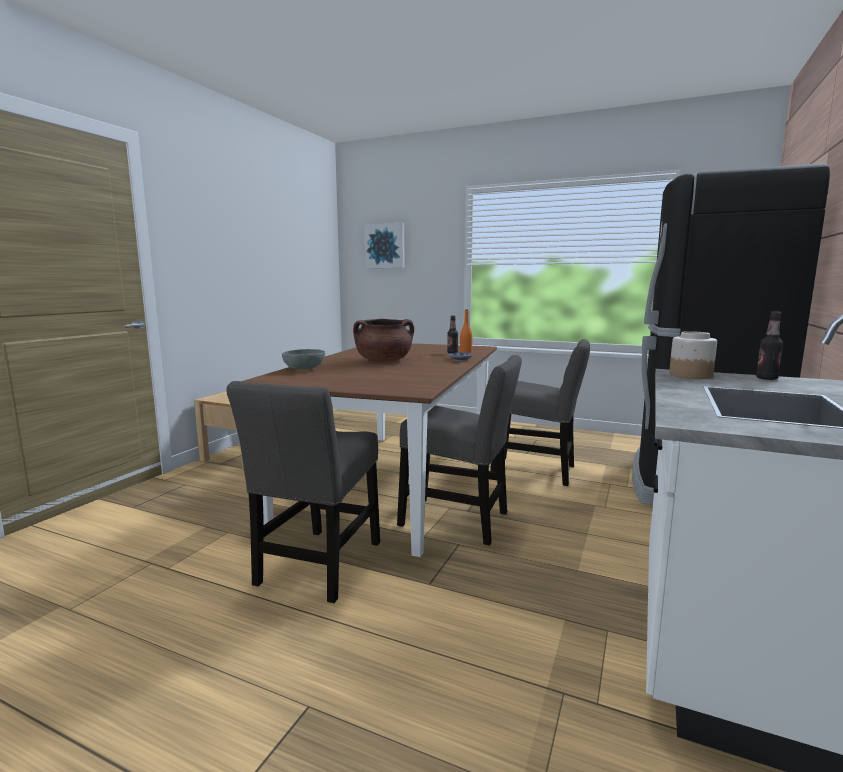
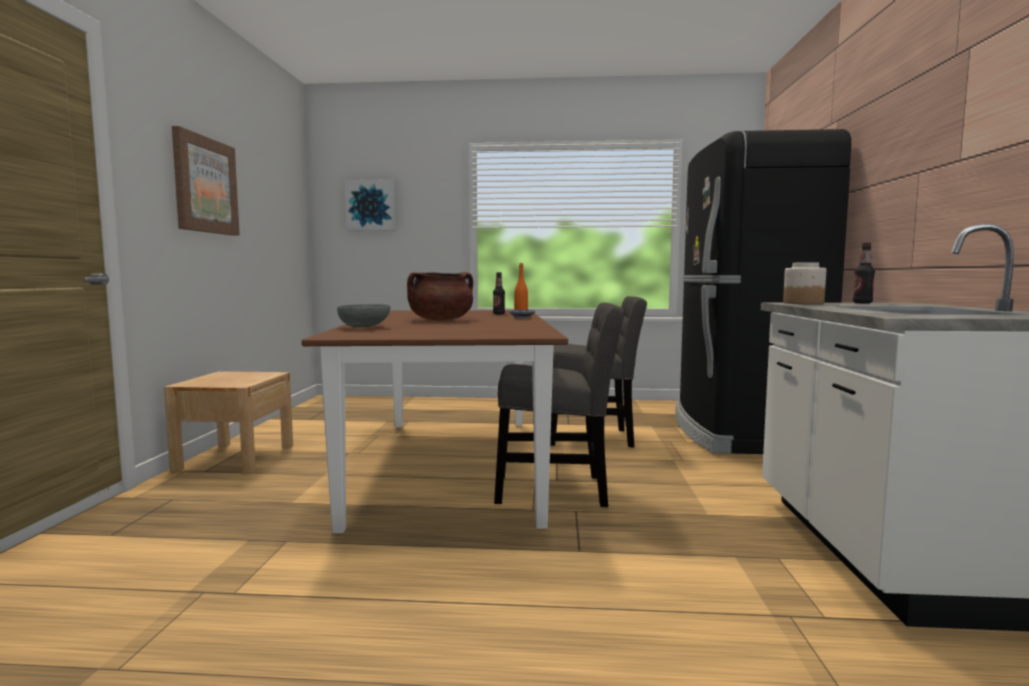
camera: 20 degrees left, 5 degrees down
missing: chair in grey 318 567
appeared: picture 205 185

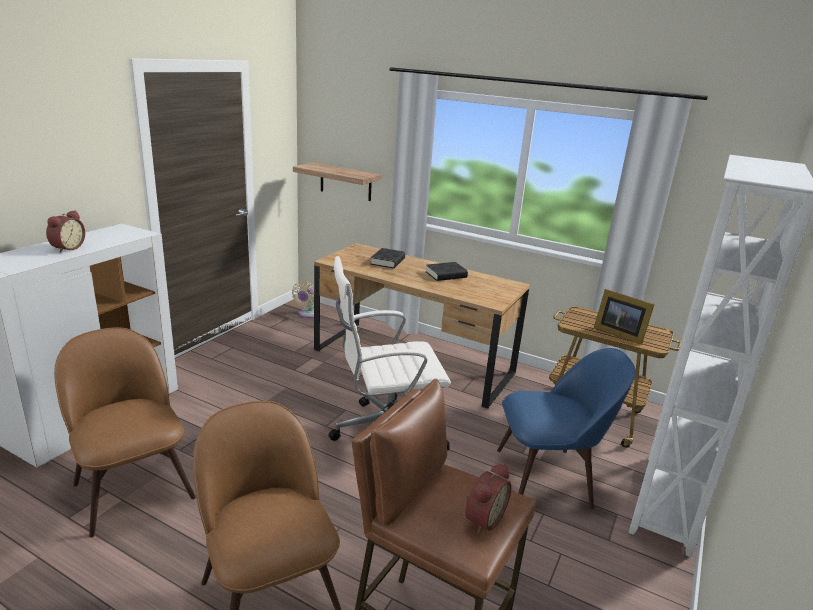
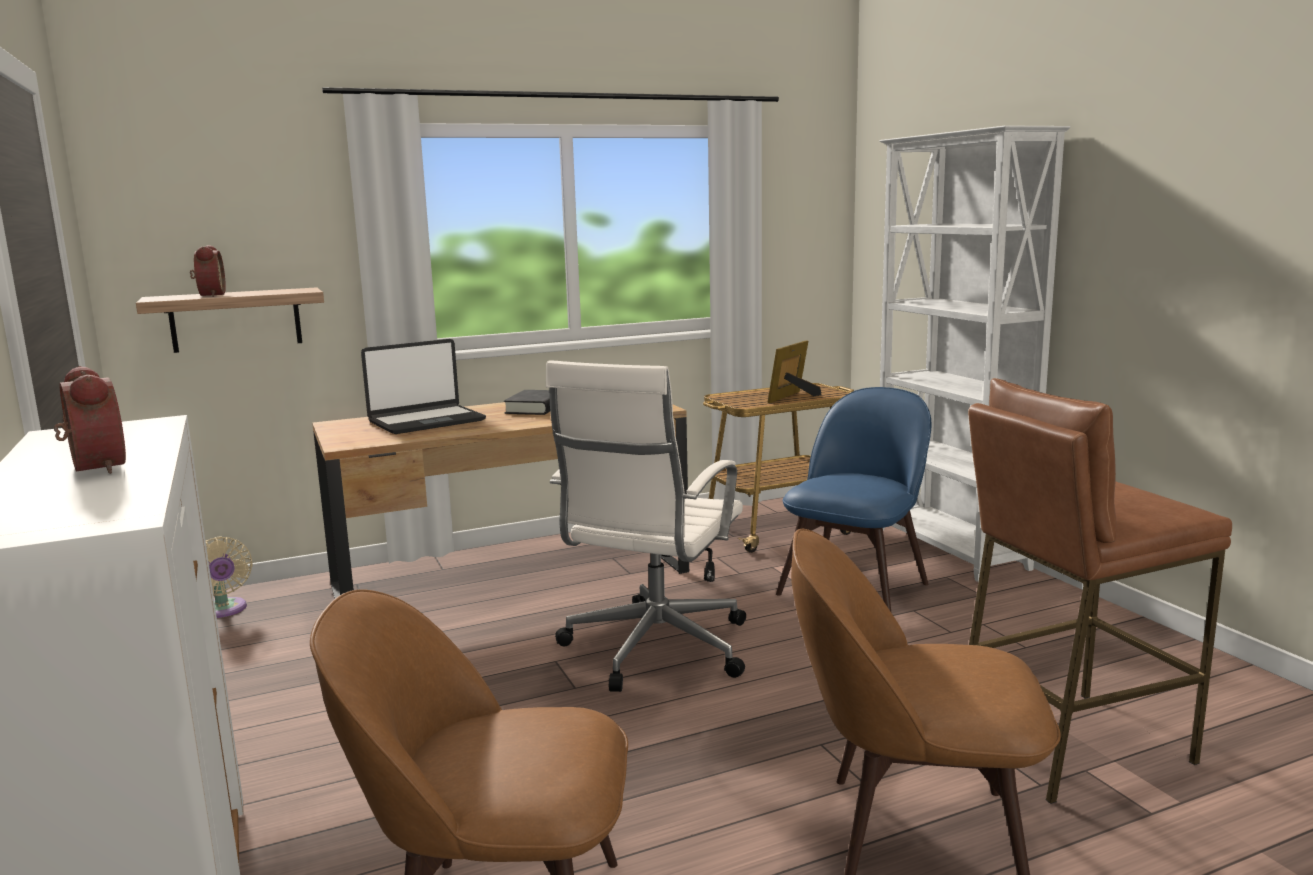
camera: 50 degrees left, 10 degrees down
relocated: alarm clock 482 518 to 209 295
exchanged: book in black 388 261 to laptop 426 421
spun: picture frame 618 333 = 792 397 135 degrees clockwise

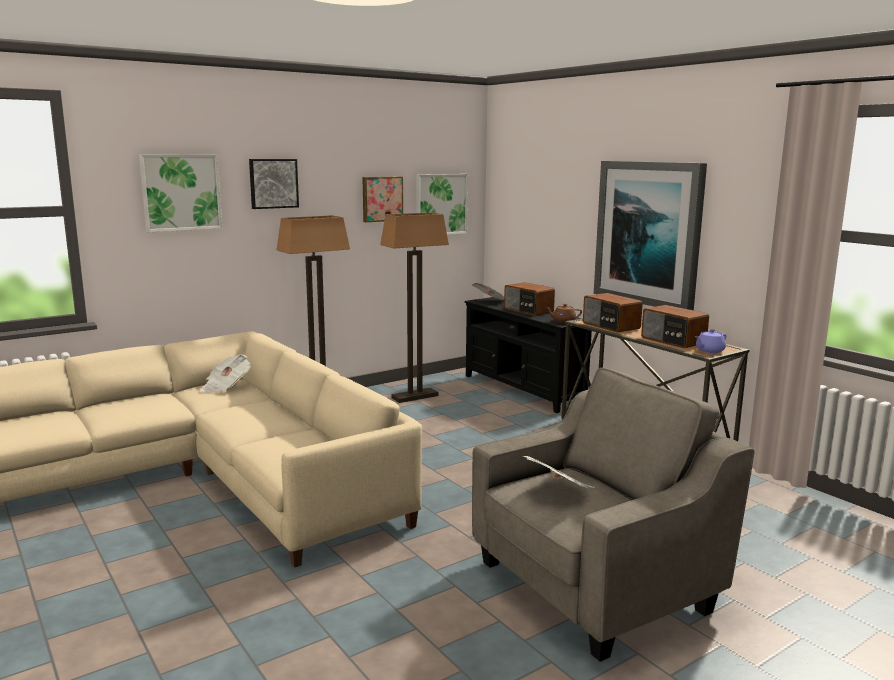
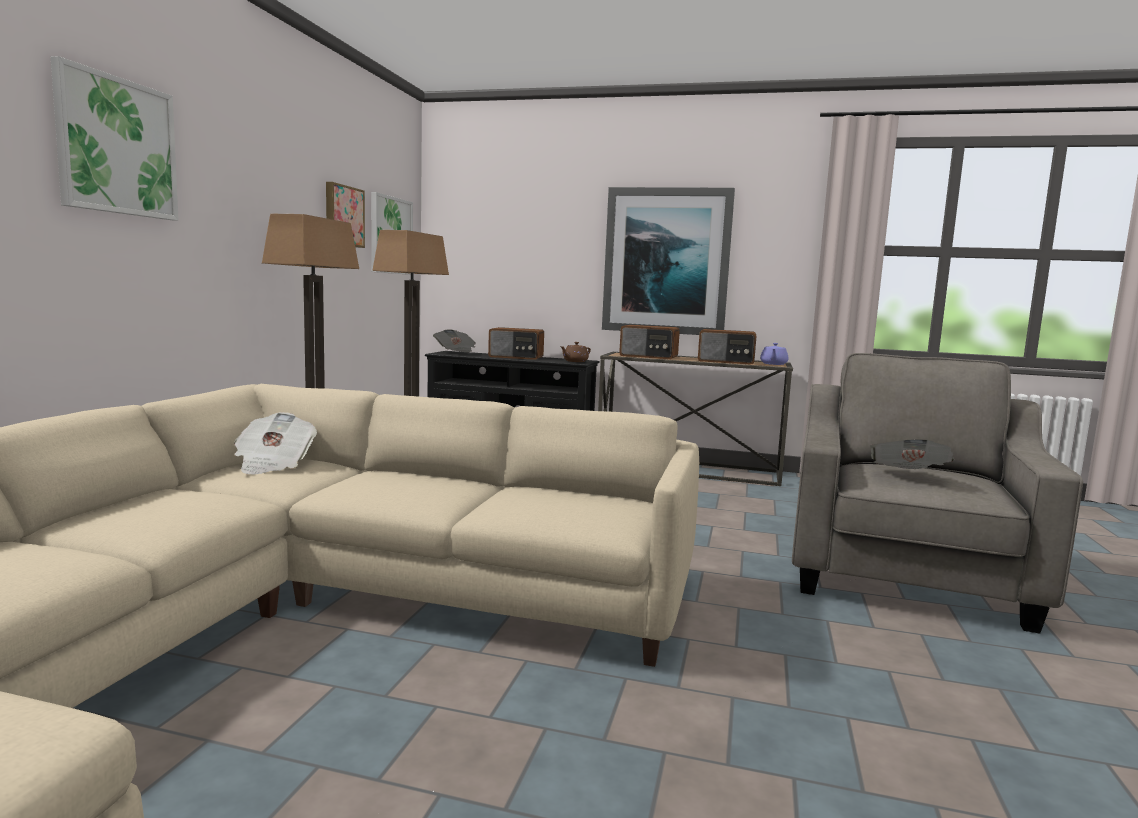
camera: 40 degrees left, 5 degrees down
missing: picture 273 183

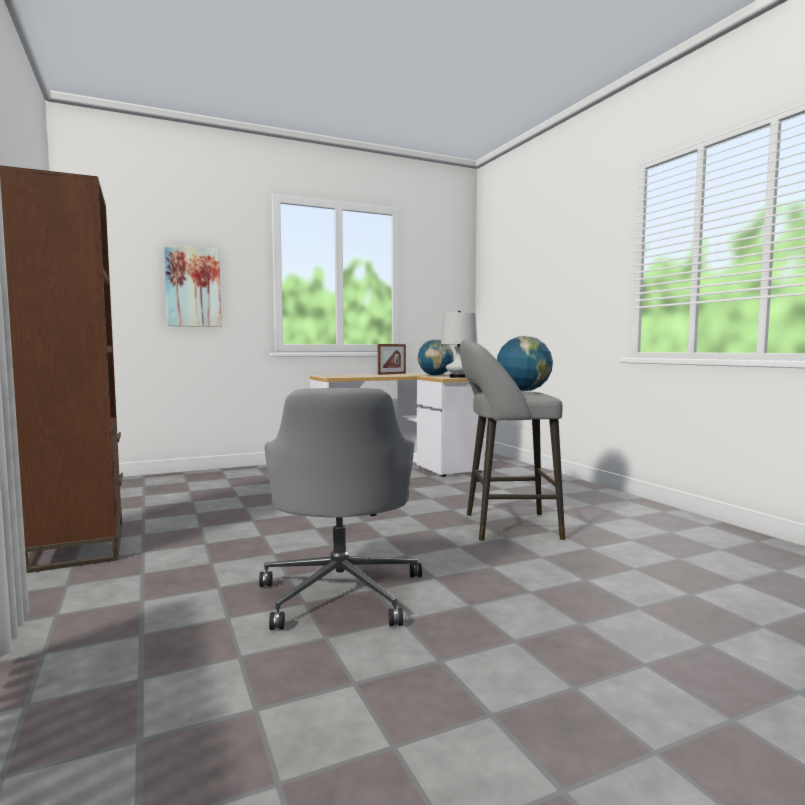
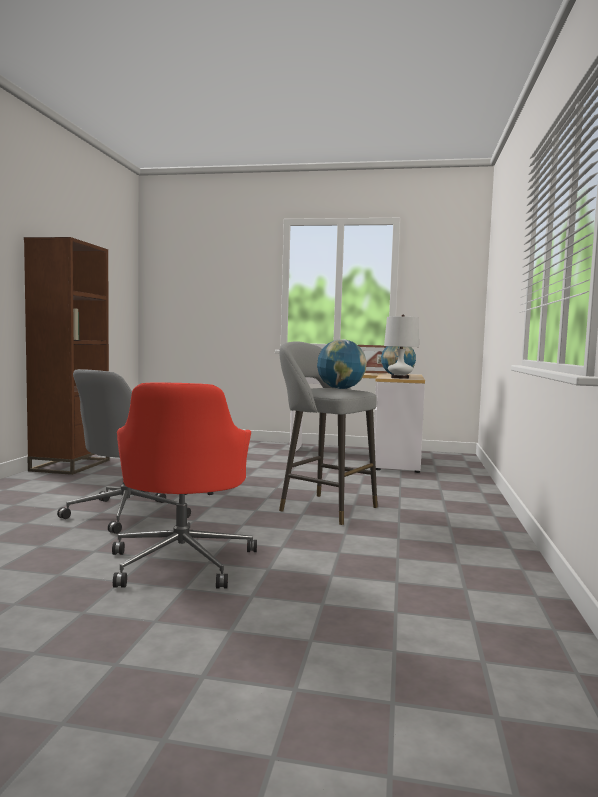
camera: 35 degrees right, 0 degrees up
missing: picture 193 287
appeared: office chair in red 183 561

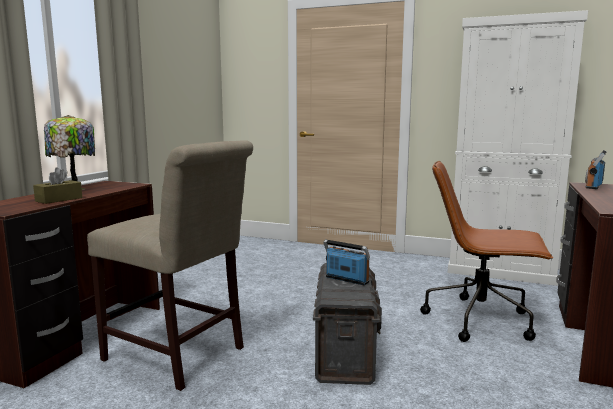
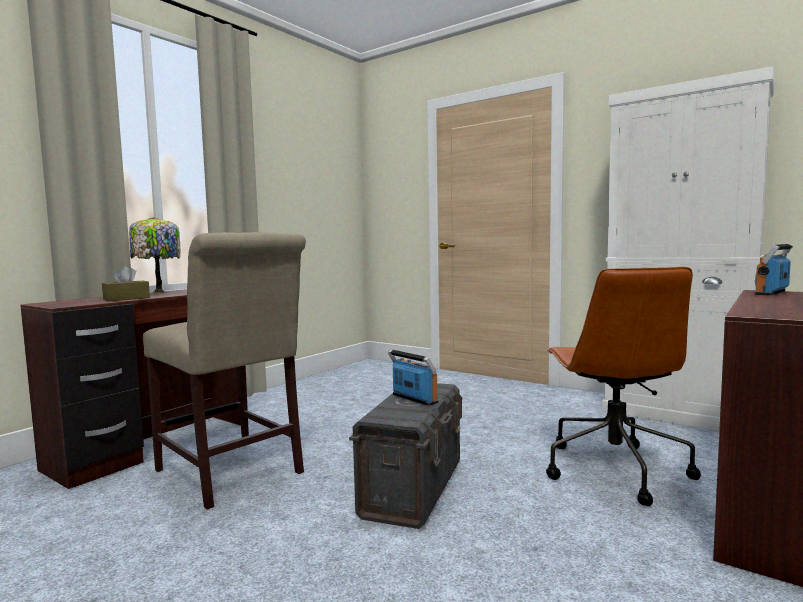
camera: 15 degrees right, 5 degrees down
spun: office chair in brown 481 320 = 613 469 120 degrees counterclockwise

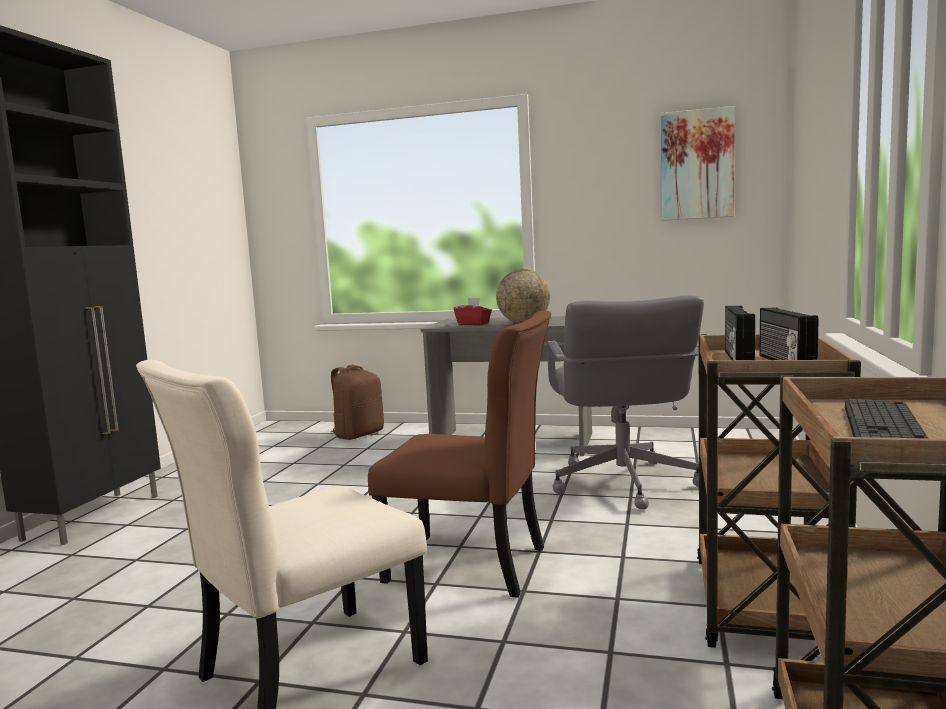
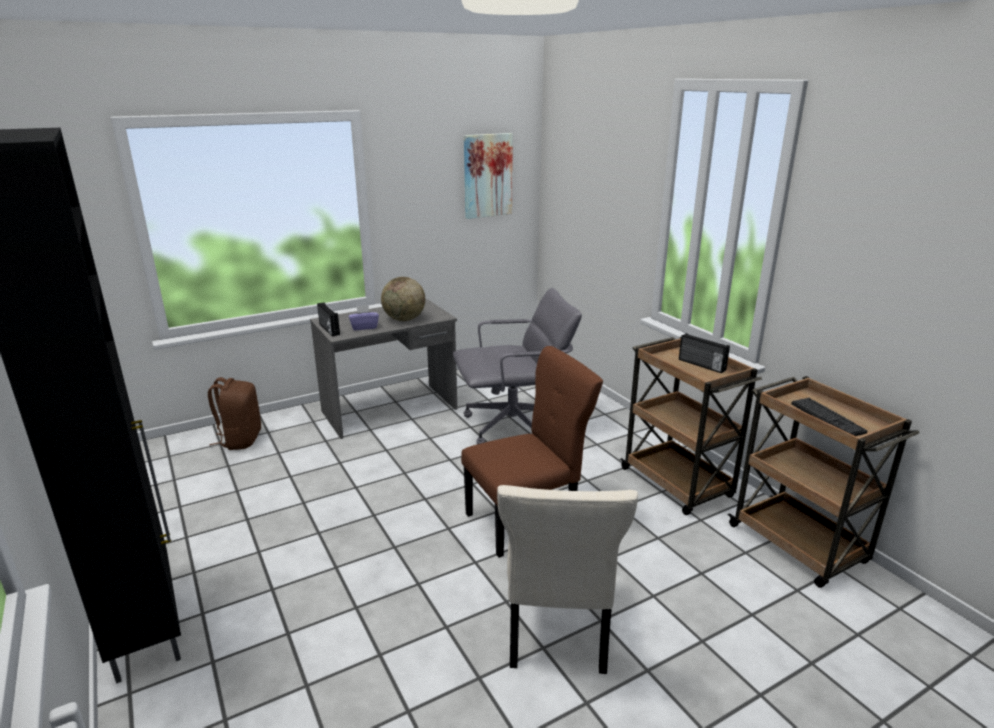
camera: 45 degrees left, 15 degrees up
relocated: radio 736 357 to 328 329
colour: tissue box in red 473 324 to tissue box in purple 364 327
spun: office chair in grey 622 484 = 514 426 60 degrees counterclockwise

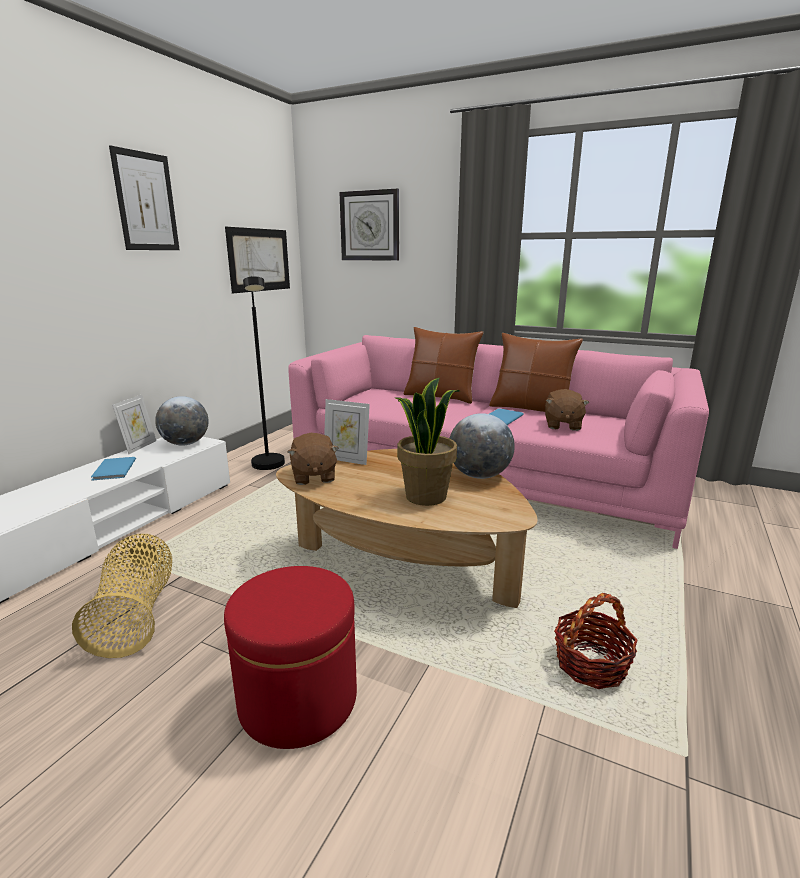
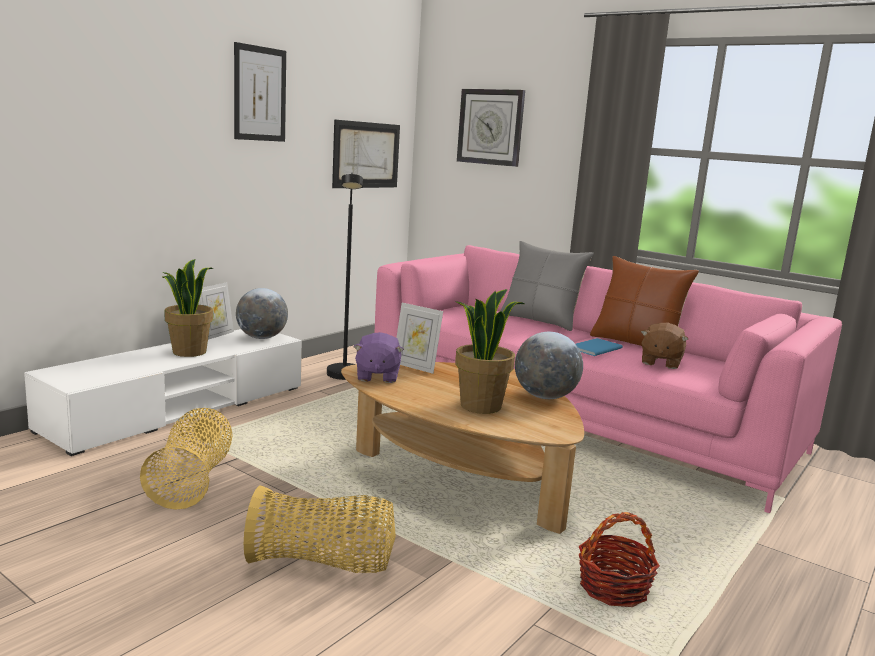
camera: 10 degrees right, 5 degrees down
exchanged: book in blue 112 470 to potted plant 189 352; ottoman in red 298 699 to basket 323 564
colour: plush toy in brown 313 476 to plush toy in purple 377 376; pillow in brown 440 396 to pillow in grey 540 321

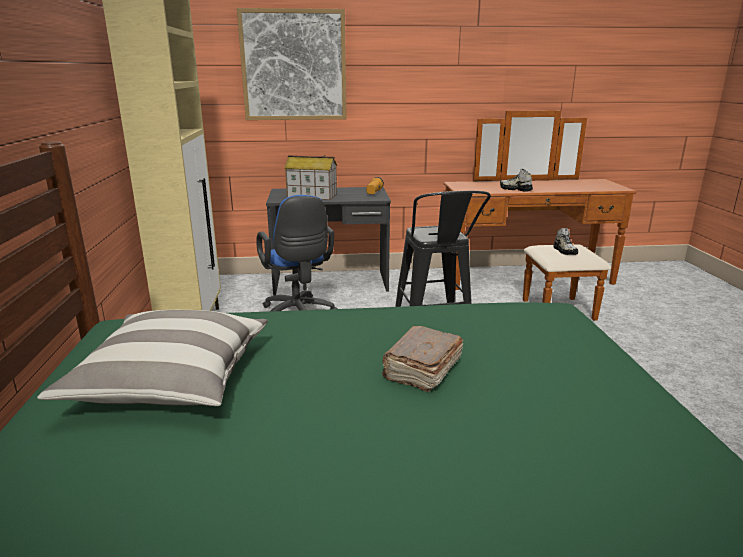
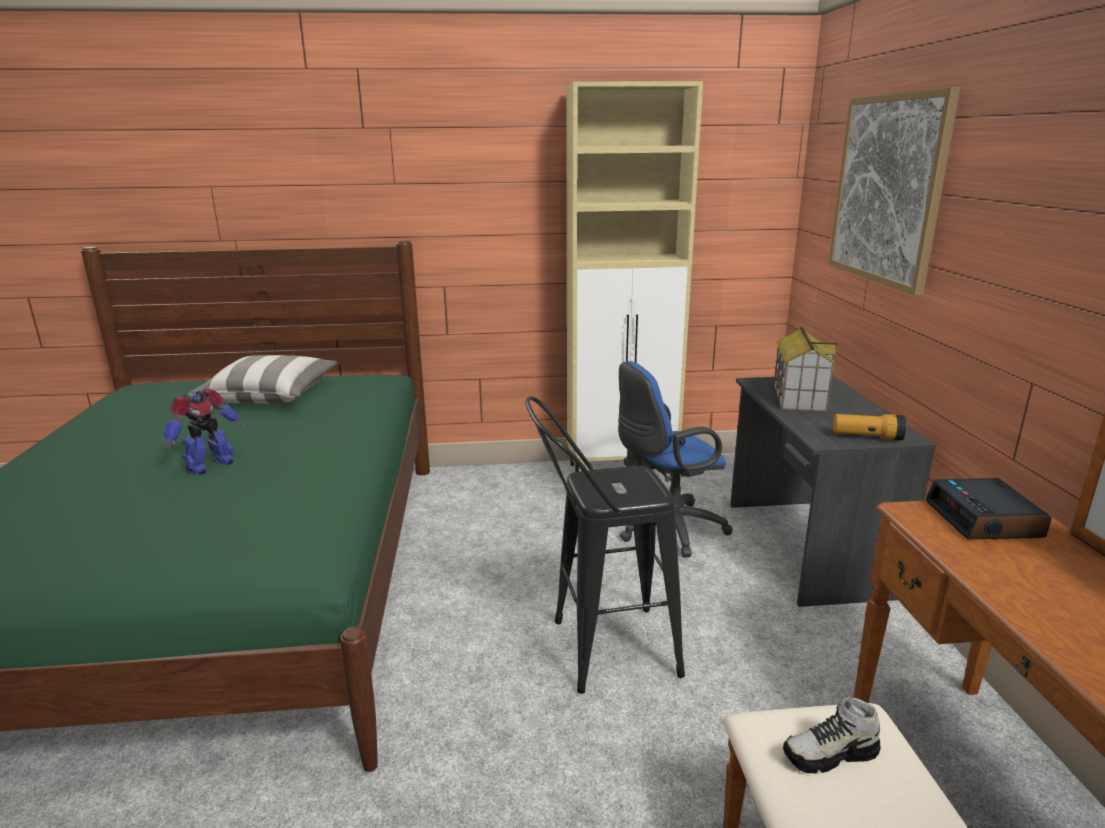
camera: 90 degrees right, 0 degrees up
missing: shoe 515 189
appeared: alarm clock 984 520
exchanged: book in brown 421 370 to toy robot 209 465

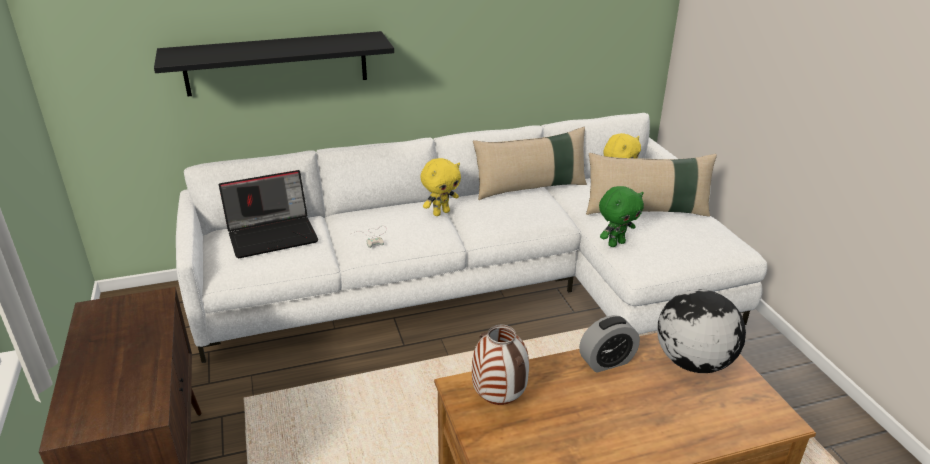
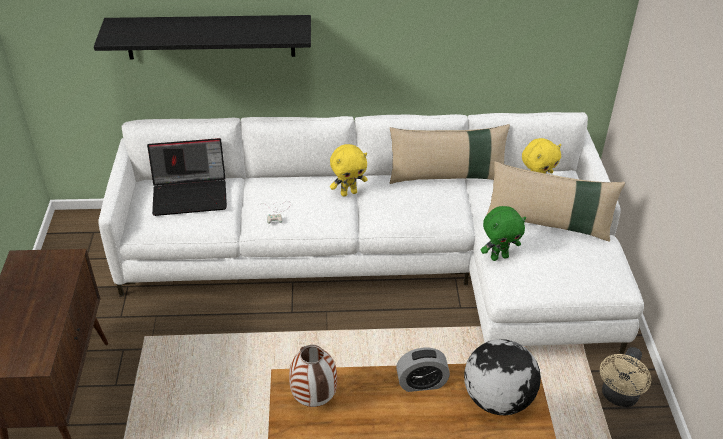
camera: 15 degrees right, 10 degrees up
appeared: fan in beige 618 397

